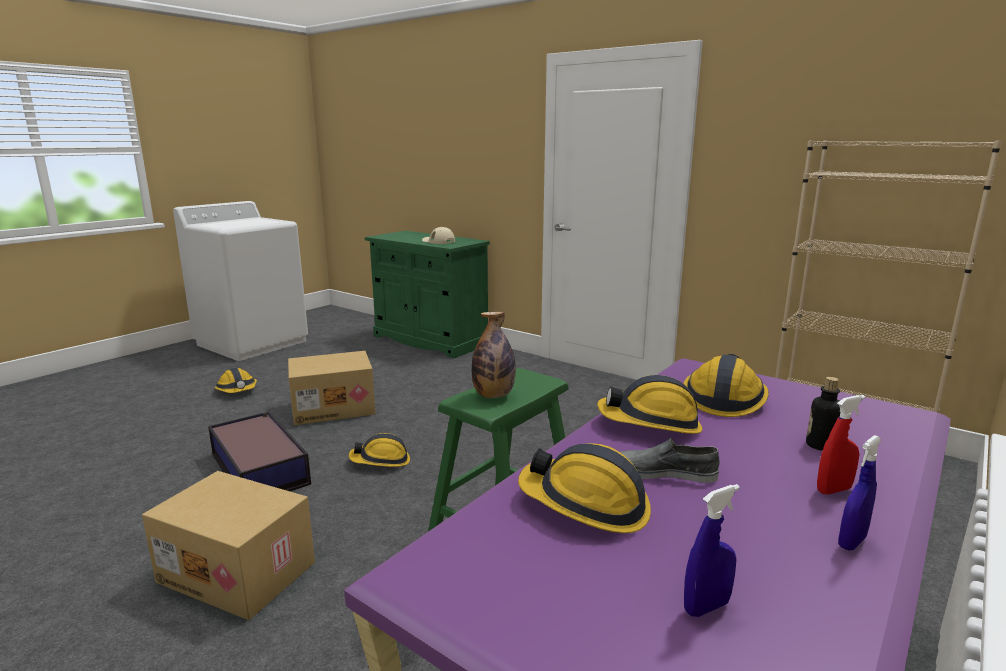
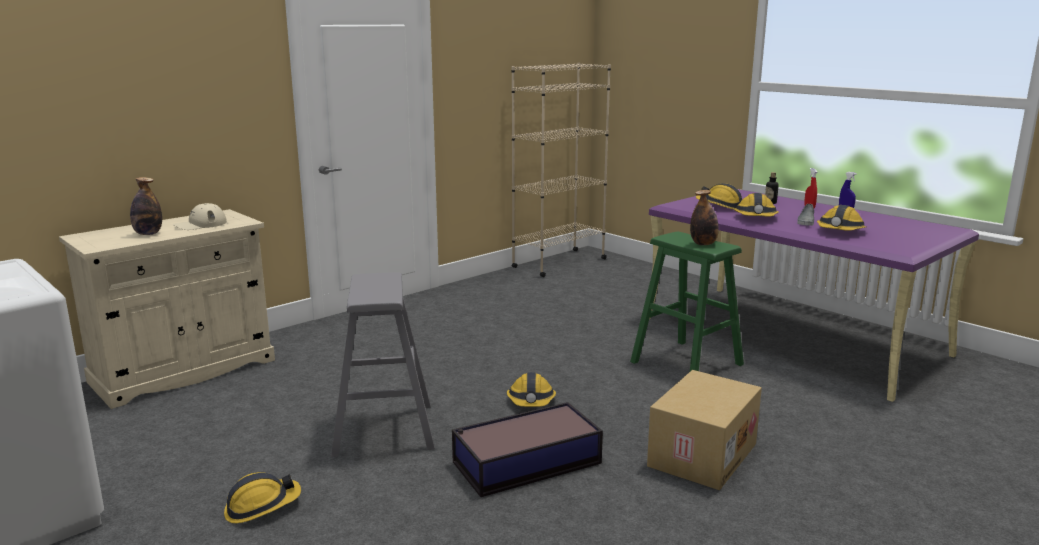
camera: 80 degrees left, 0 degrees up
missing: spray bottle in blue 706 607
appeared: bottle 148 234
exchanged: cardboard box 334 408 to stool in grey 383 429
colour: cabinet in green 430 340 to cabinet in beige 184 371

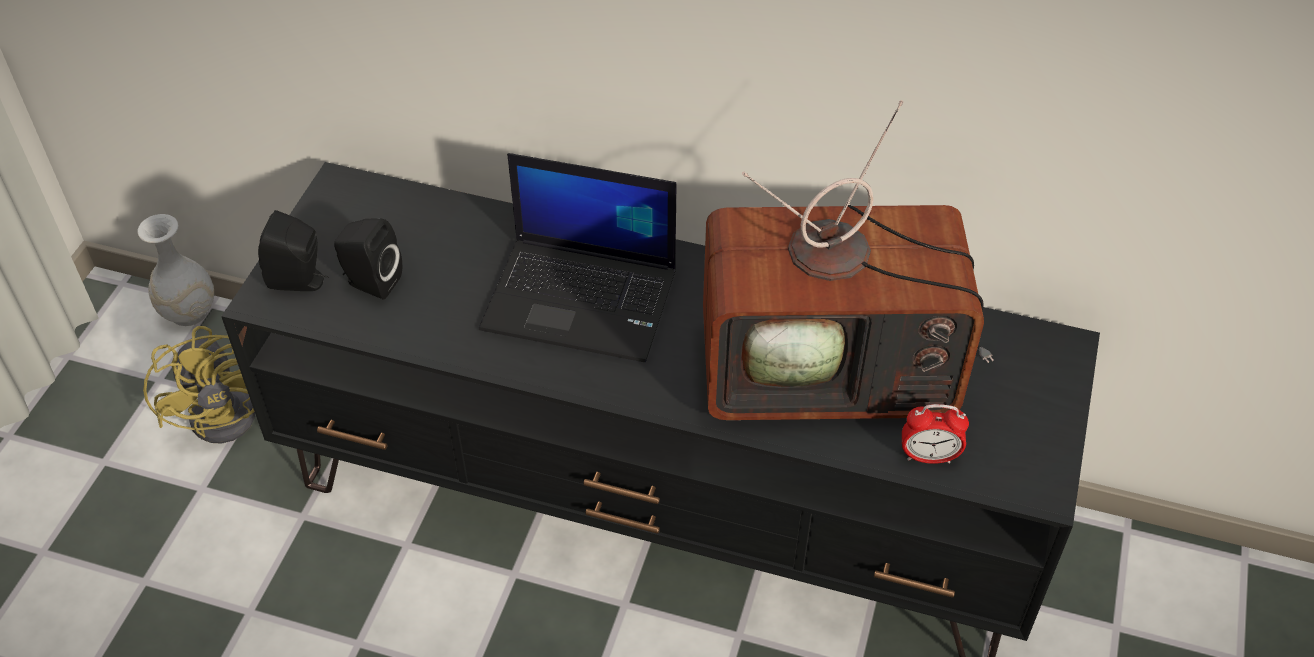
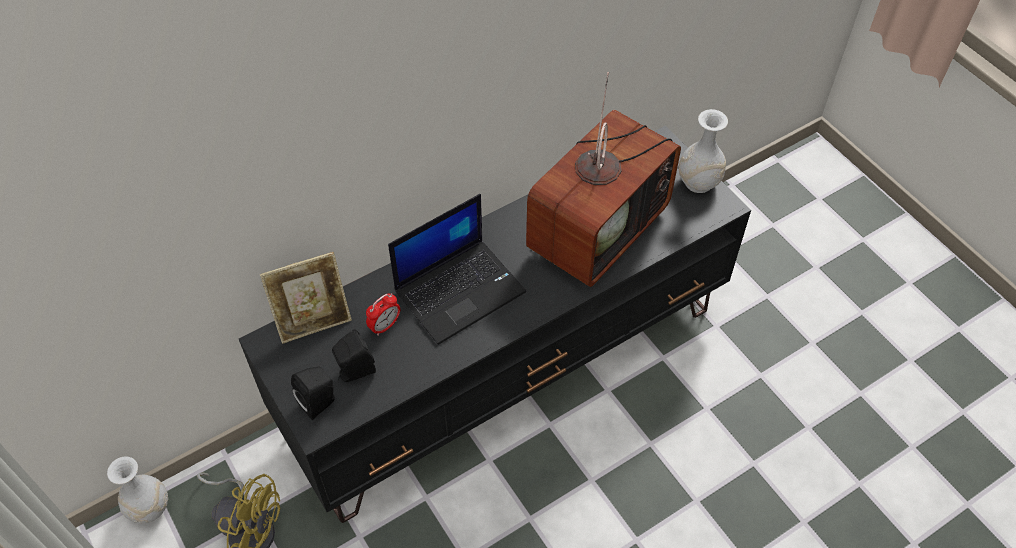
camera: 50 degrees left, 5 degrees up
appeared: picture frame 313 321; vase in white 698 183
relocated: alarm clock 928 456 to 385 326

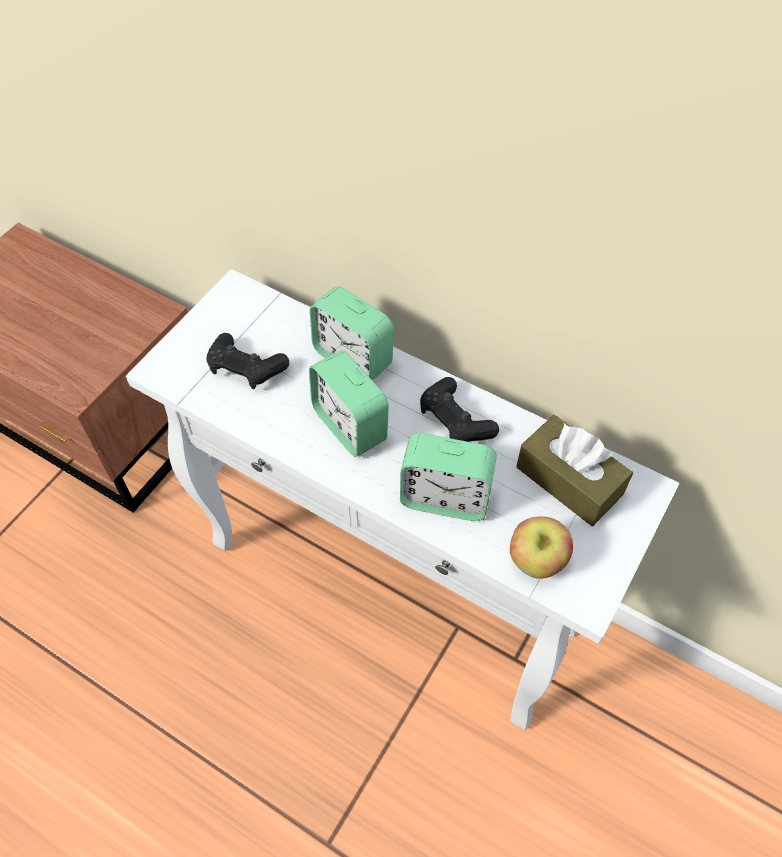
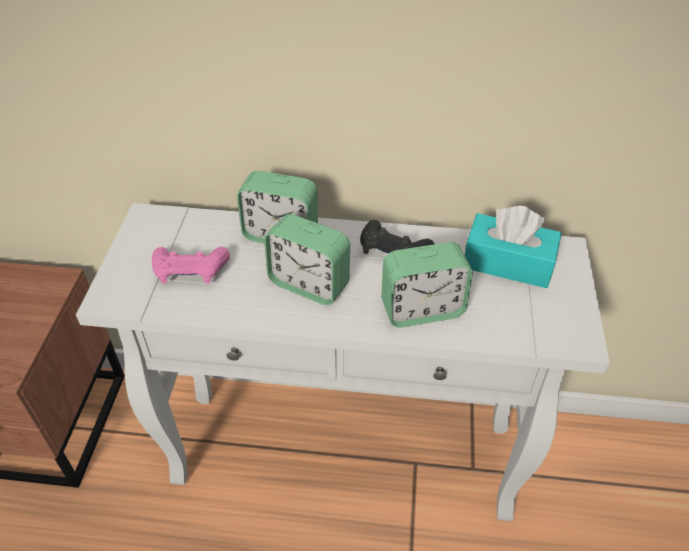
camera: 25 degrees left, 10 degrees down
missing: apple 536 560
colour: game controller in black 246 368 to game controller in pink 190 271; tissue box in brown 569 480 to tissue box in turquoise 508 263

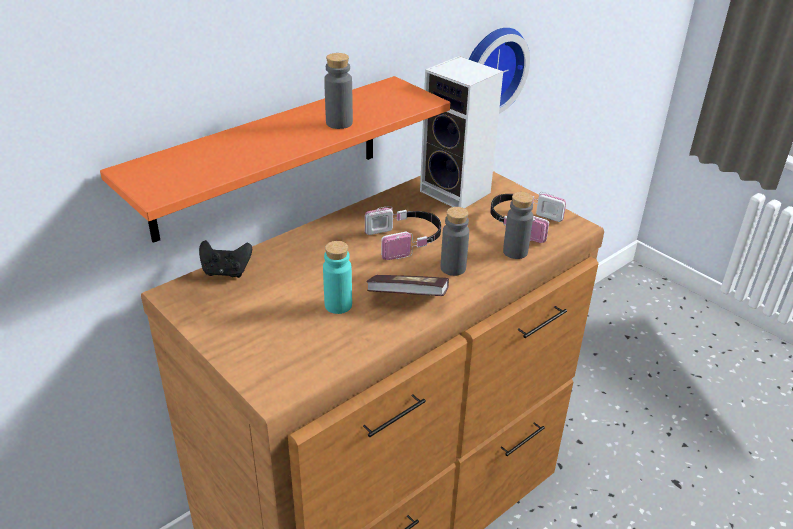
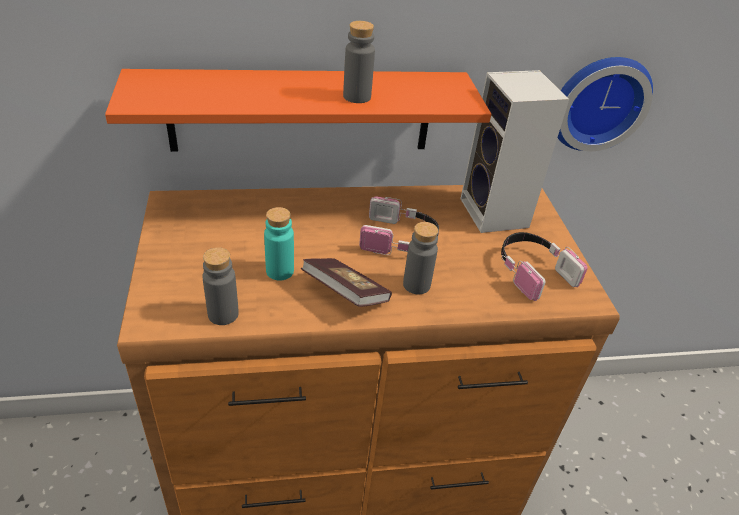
camera: 30 degrees right, 5 degrees up
missing: game controller in black 226 272
relocated: bottle in grey 515 252 to 223 314

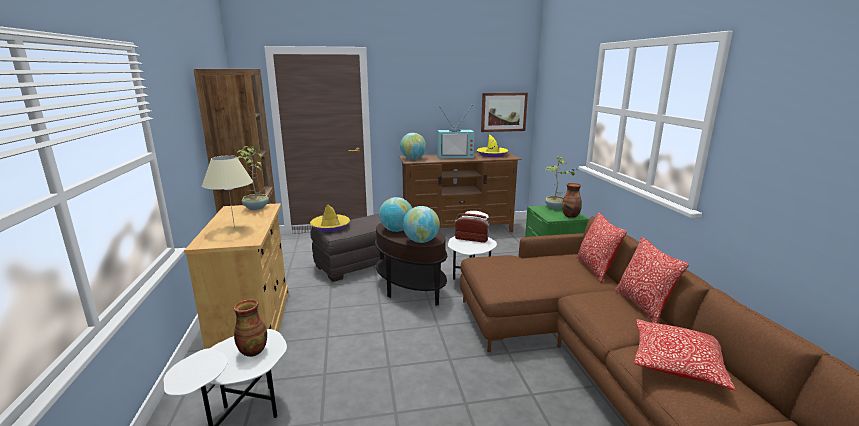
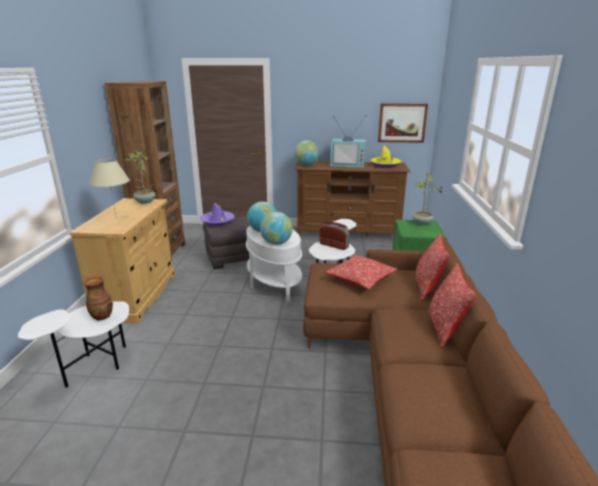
camera: 15 degrees right, 5 degrees up
missing: vase 571 216
relocated: pillow 677 363 to 360 279
colour: hat in yellow 330 226 to hat in purple 217 221; side table in brown 410 288 to side table in white 274 283

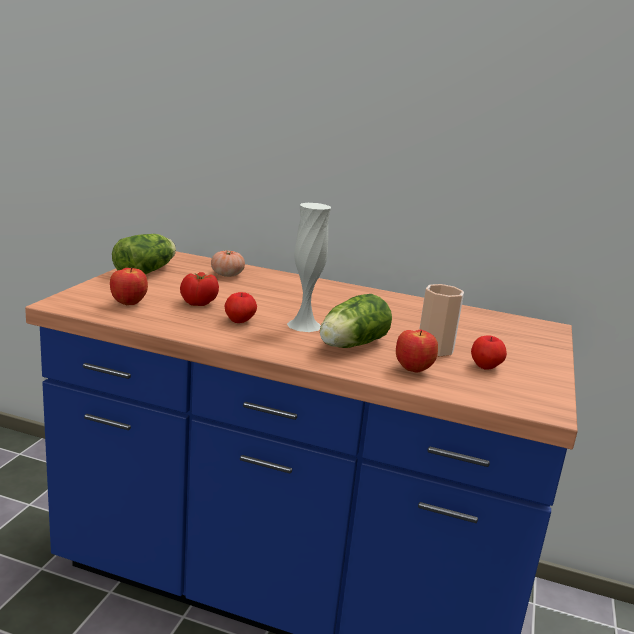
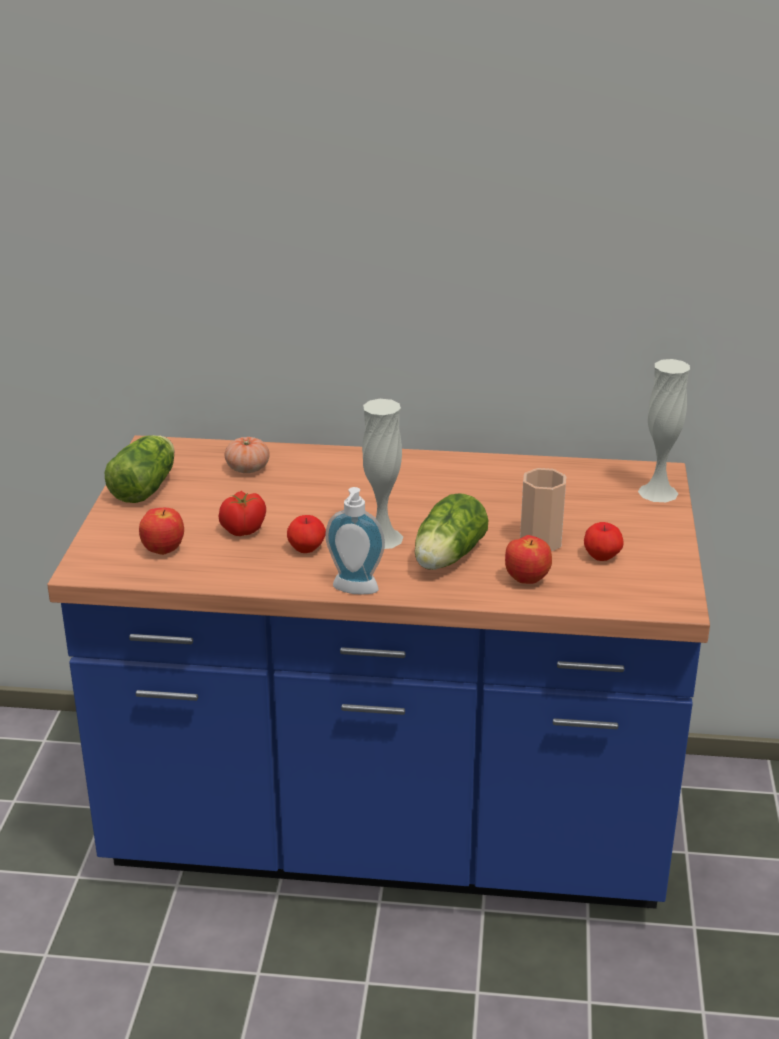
camera: 10 degrees left, 10 degrees up
appeared: soap dispenser 354 591; vase in white 658 492

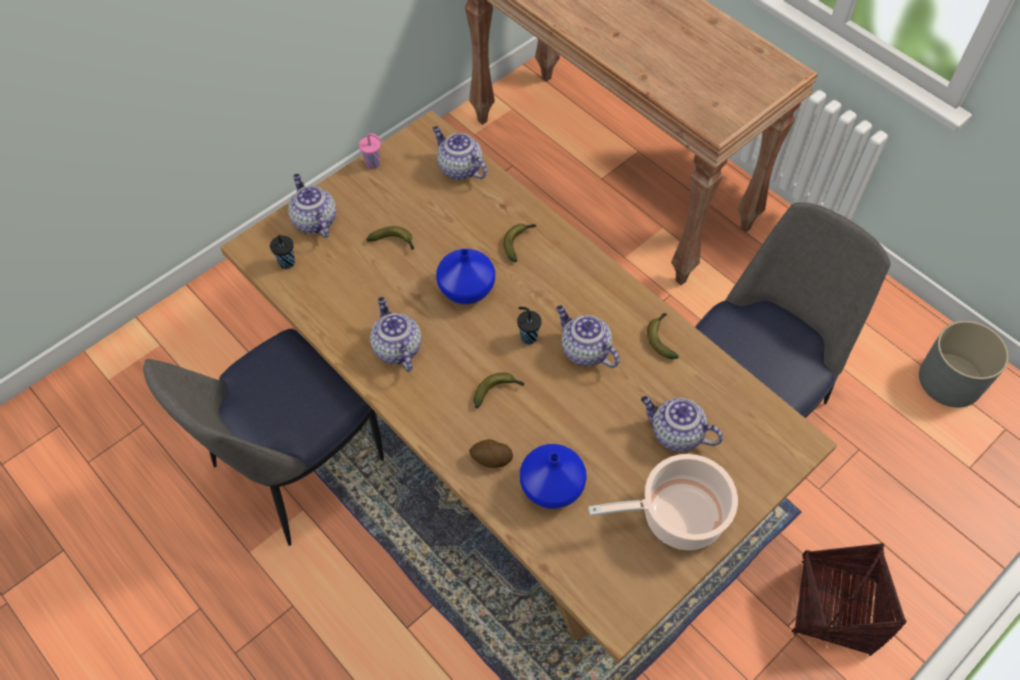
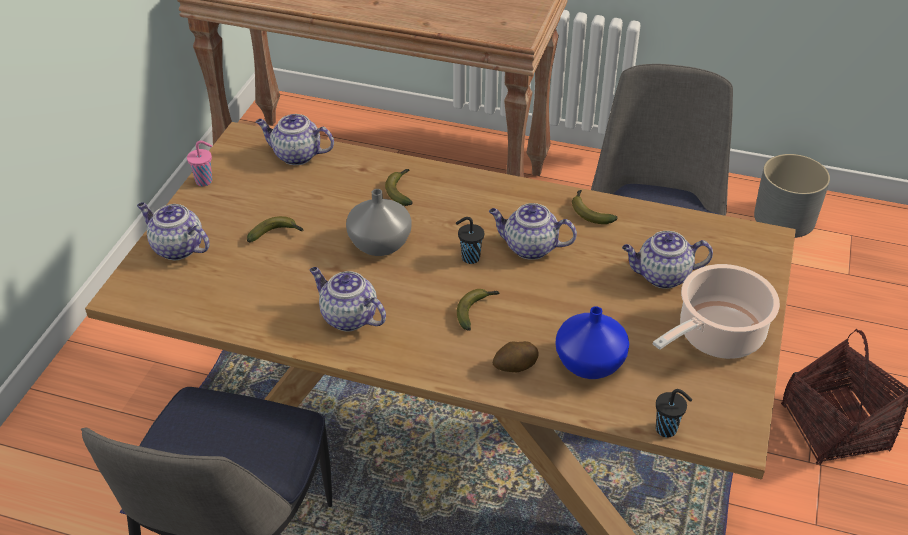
camera: 30 degrees left, 15 degrees down
relocated: cup in black 287 263 to 667 430
colour: vase in blue 467 288 to vase in grey 380 243

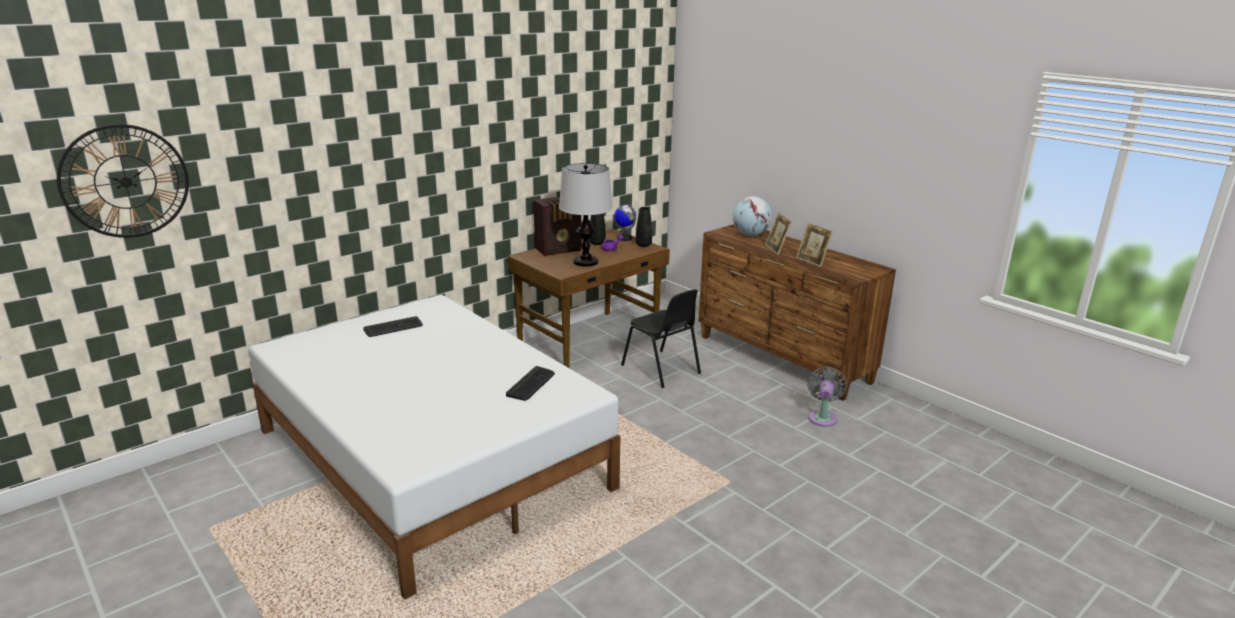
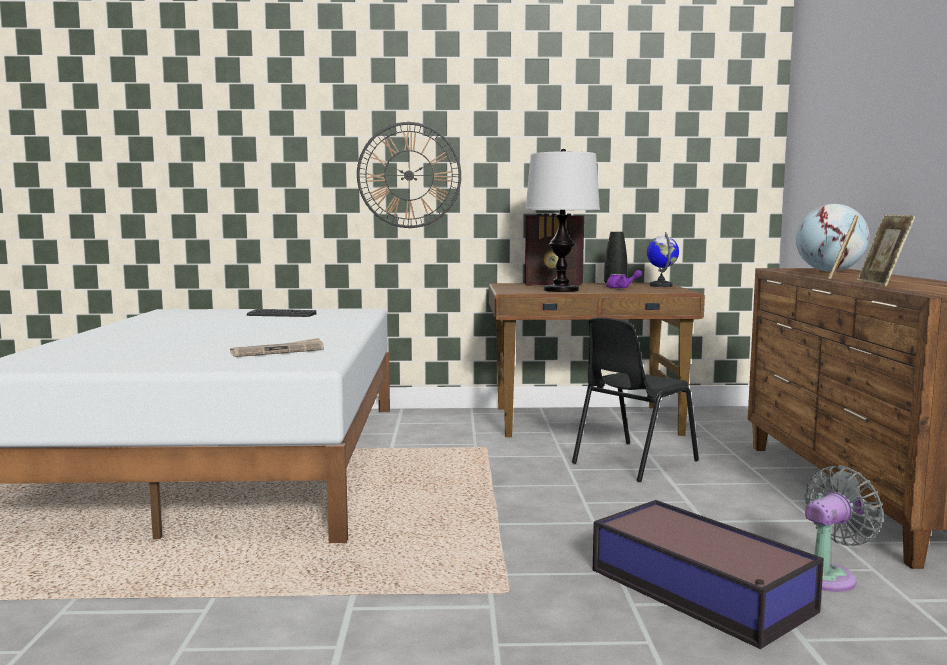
camera: 40 degrees right, 15 degrees down
missing: vase in black 643 245
appeared: storage box 701 591
relocated: wall clock 125 181 to 409 175
exchanged: keyboard 531 384 to newspaper 278 351
spun: chair in black 661 369 = 632 462 45 degrees clockwise

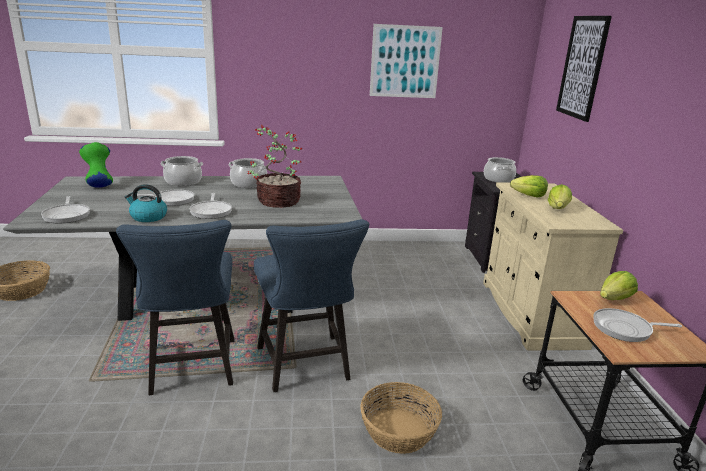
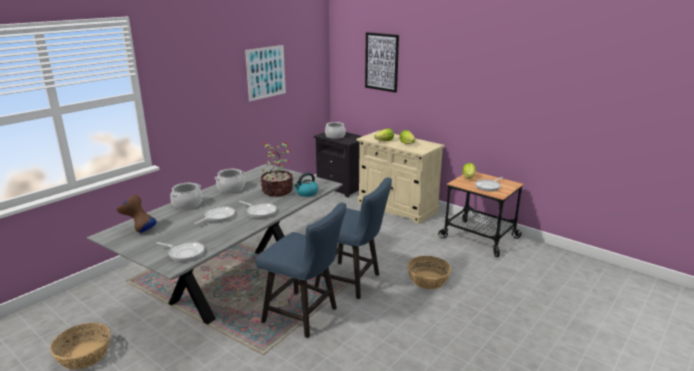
camera: 45 degrees left, 0 degrees up
relocated: kettle 148 217 to 306 193
colour: vase in green 99 186 to vase in brown 139 230

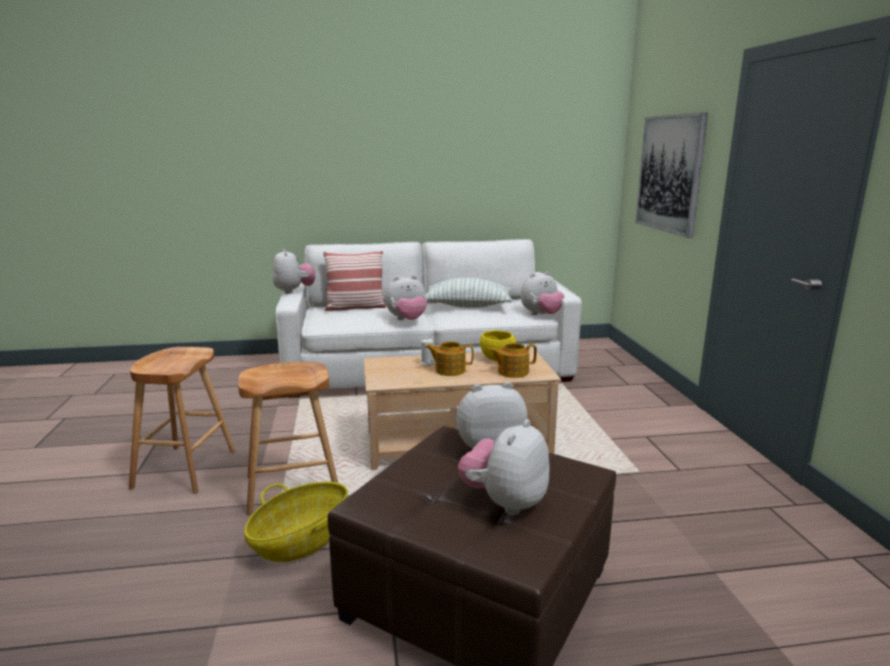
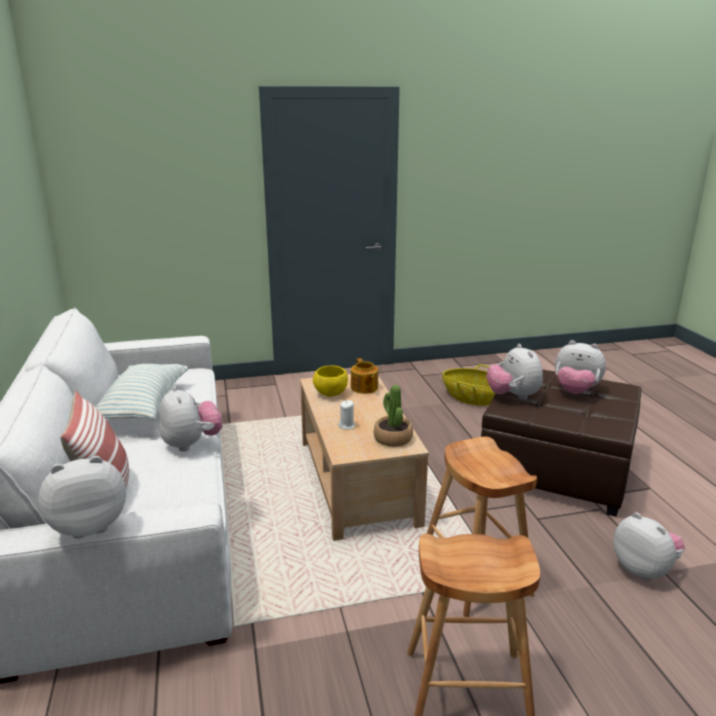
camera: 95 degrees left, 5 degrees up
missing: teapot 449 370; picture 670 173
appeared: potted plant 392 438
relocated: basket 301 541 to 473 398; plush toy 541 315 to 644 569

